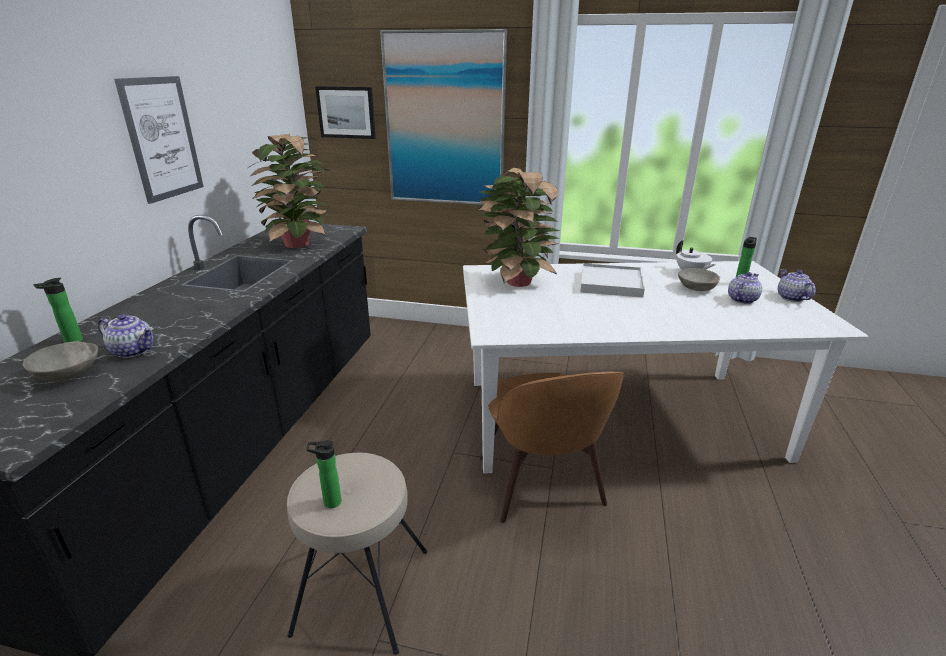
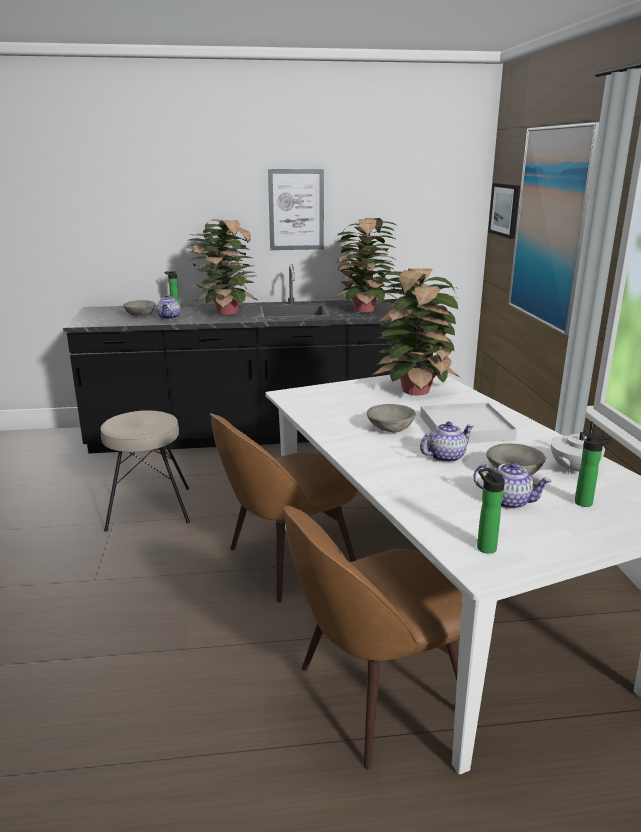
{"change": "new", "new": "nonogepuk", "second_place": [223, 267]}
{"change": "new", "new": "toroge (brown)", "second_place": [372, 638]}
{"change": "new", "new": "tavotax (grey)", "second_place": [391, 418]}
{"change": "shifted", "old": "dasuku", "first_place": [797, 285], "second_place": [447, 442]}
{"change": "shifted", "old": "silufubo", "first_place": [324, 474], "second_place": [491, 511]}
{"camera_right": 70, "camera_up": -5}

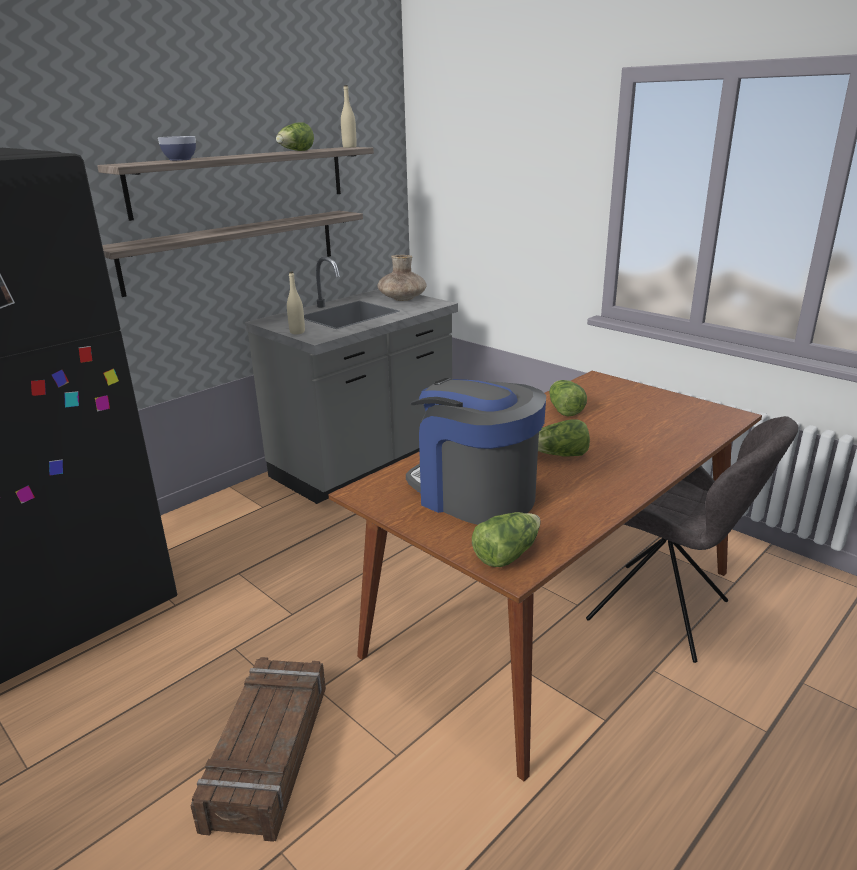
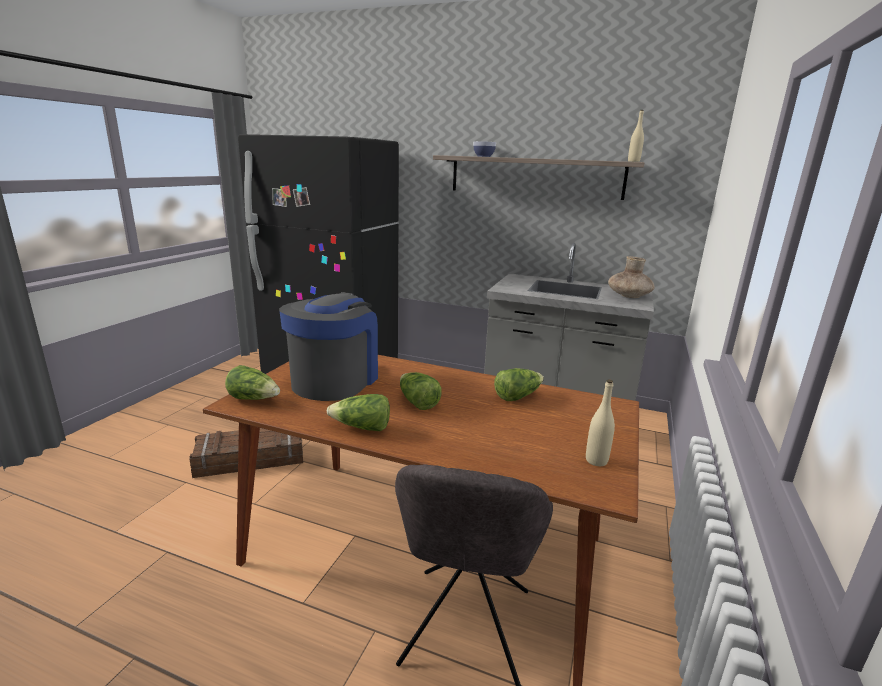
{"change": "shifted", "old": "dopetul", "first_place": [295, 136], "second_place": [358, 412]}
{"change": "shifted", "old": "silufubo (beige)", "first_place": [296, 303], "second_place": [600, 423]}
{"change": "gone", "old": "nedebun", "first_place": [232, 254]}
{"camera_right": 65, "camera_up": -5}

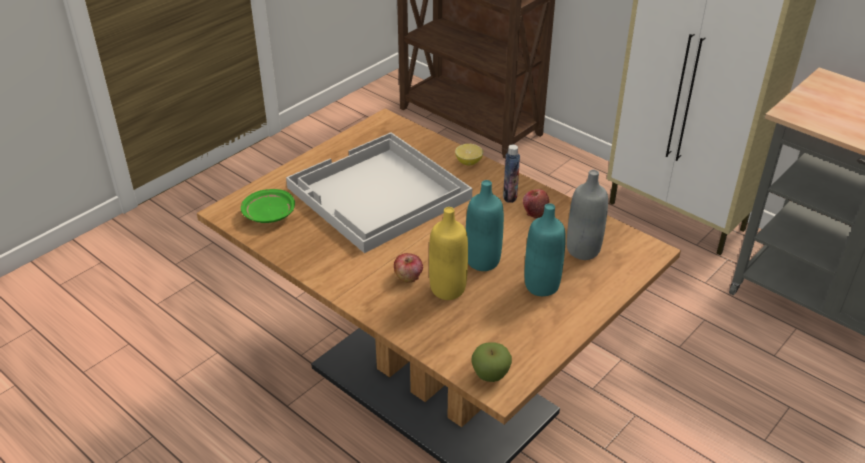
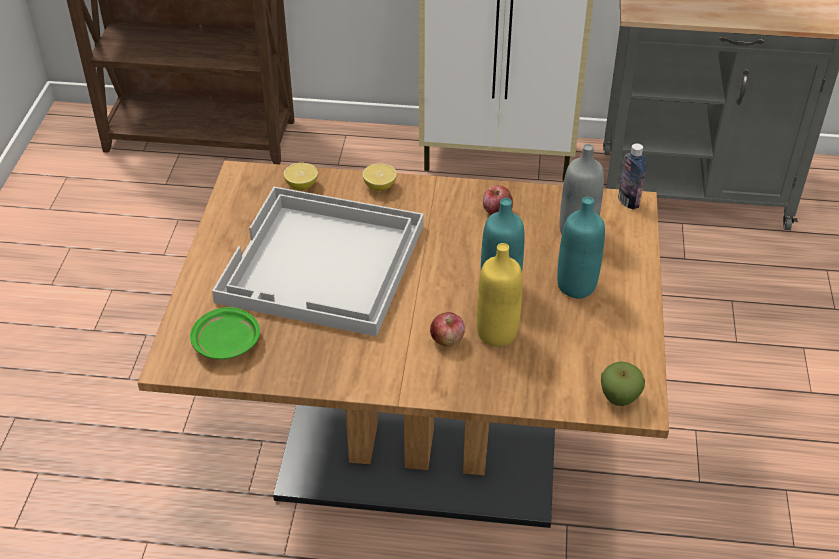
{"change": "new", "new": "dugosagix", "second_place": [301, 176]}
{"change": "shifted", "old": "silufubo", "first_place": [511, 174], "second_place": [632, 176]}
{"camera_right": -35, "camera_up": 5}

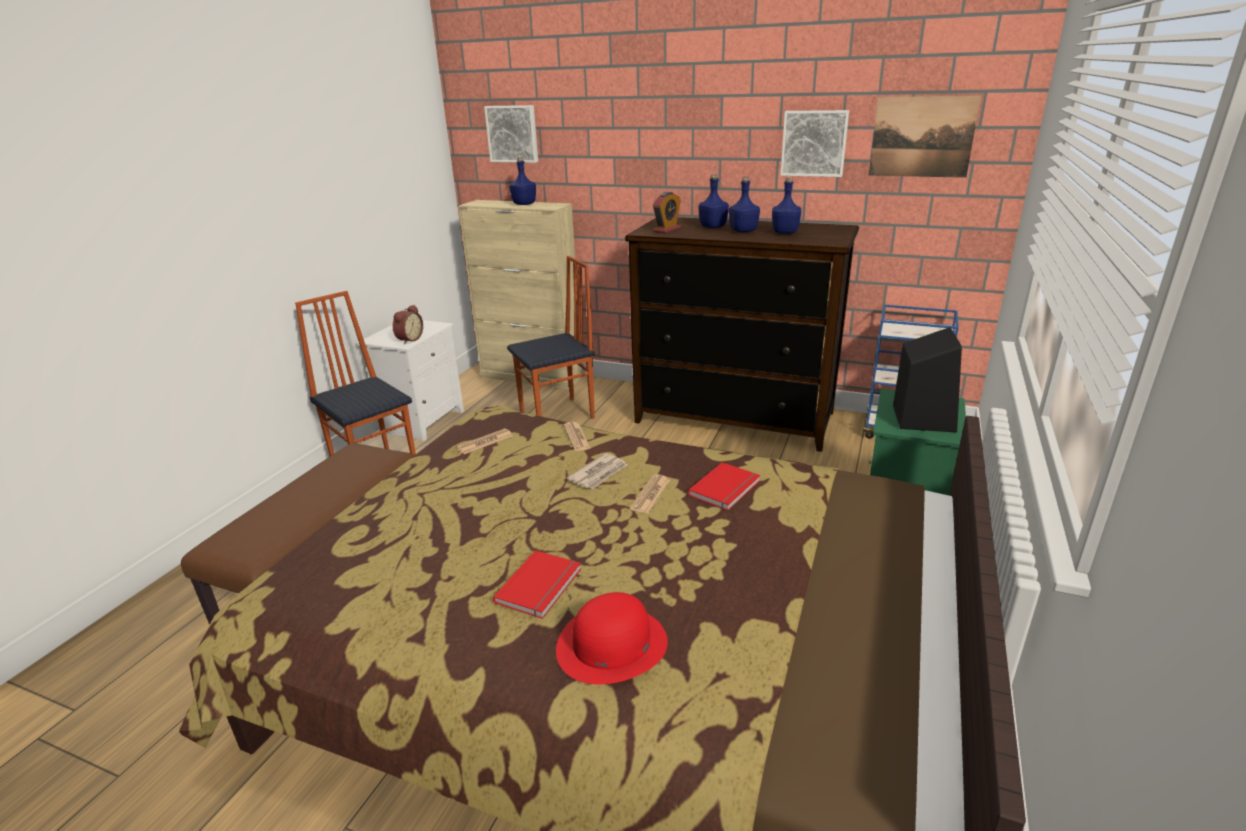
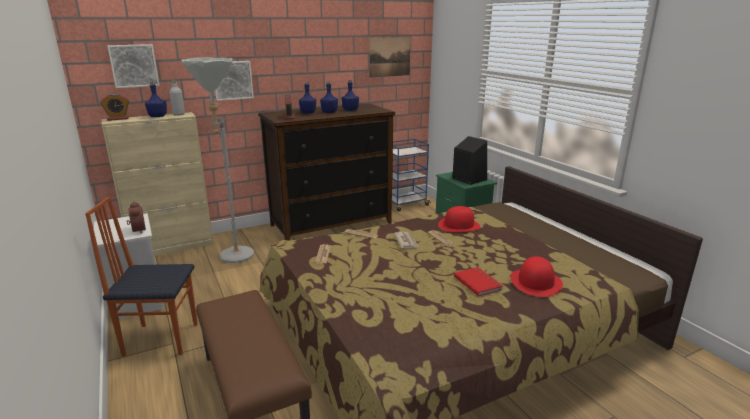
{"change": "new", "new": "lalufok", "second_place": [114, 107]}
{"change": "new", "new": "silufubo (grey)", "second_place": [177, 98]}
{"change": "swapped", "old": "toroge", "new": "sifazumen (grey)", "first_place": [551, 337], "second_place": [217, 160]}
{"change": "shifted", "old": "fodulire", "first_place": [814, 143], "second_place": [234, 81]}
{"change": "swapped", "old": "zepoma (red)", "new": "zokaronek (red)", "first_place": [724, 486], "second_place": [459, 219]}
{"camera_right": -50, "camera_up": -5}

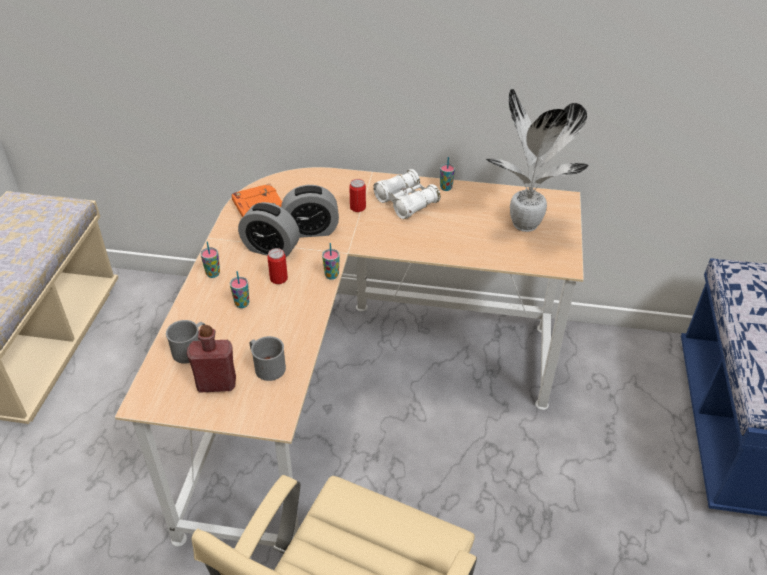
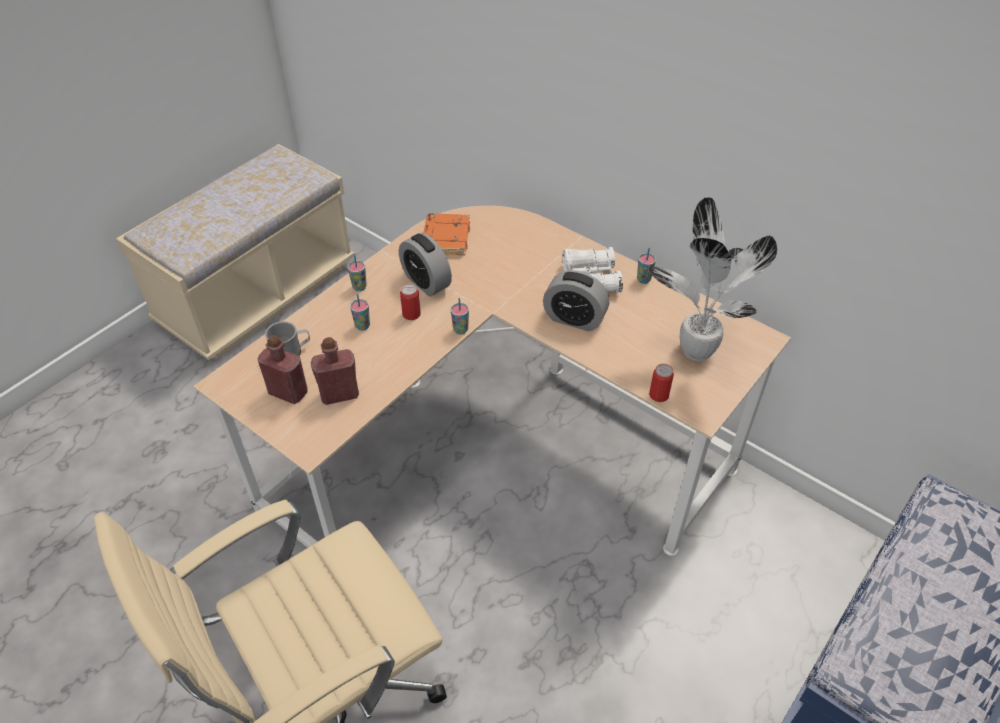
{"change": "swapped", "old": "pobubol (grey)", "new": "silufubo (red)", "first_place": [267, 358], "second_place": [335, 371]}
{"change": "shifted", "old": "lalufok", "first_place": [310, 211], "second_place": [576, 300]}
{"change": "shifted", "old": "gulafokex", "first_place": [357, 195], "second_place": [661, 383]}
{"camera_right": 30, "camera_up": 5}

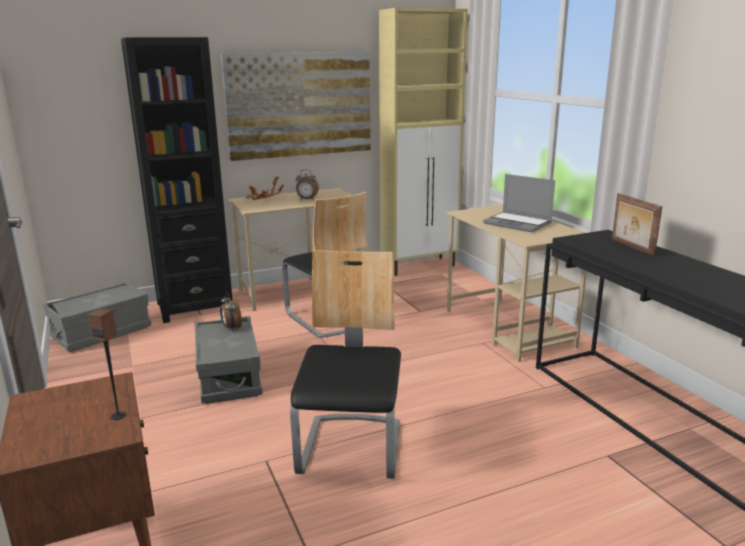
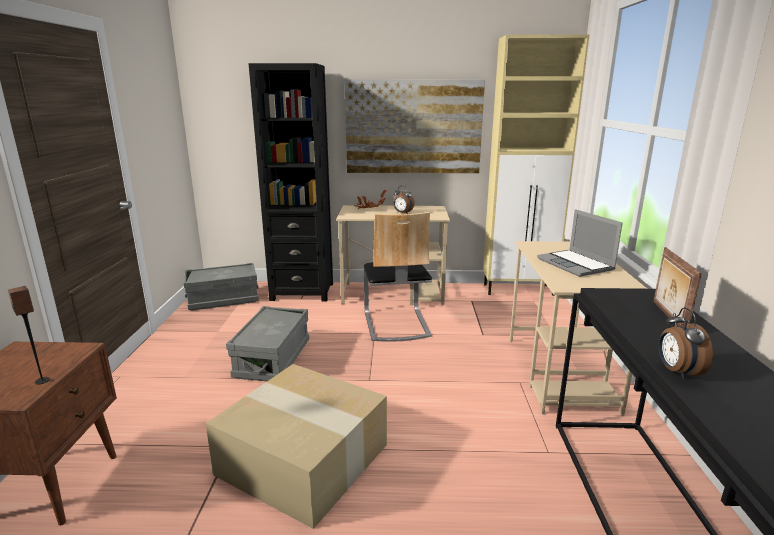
{"change": "swapped", "old": "toroge", "new": "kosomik", "first_place": [345, 364], "second_place": [296, 446]}
{"change": "shifted", "old": "lalufok", "first_place": [231, 311], "second_place": [686, 343]}
{"camera_right": 25, "camera_up": 0}

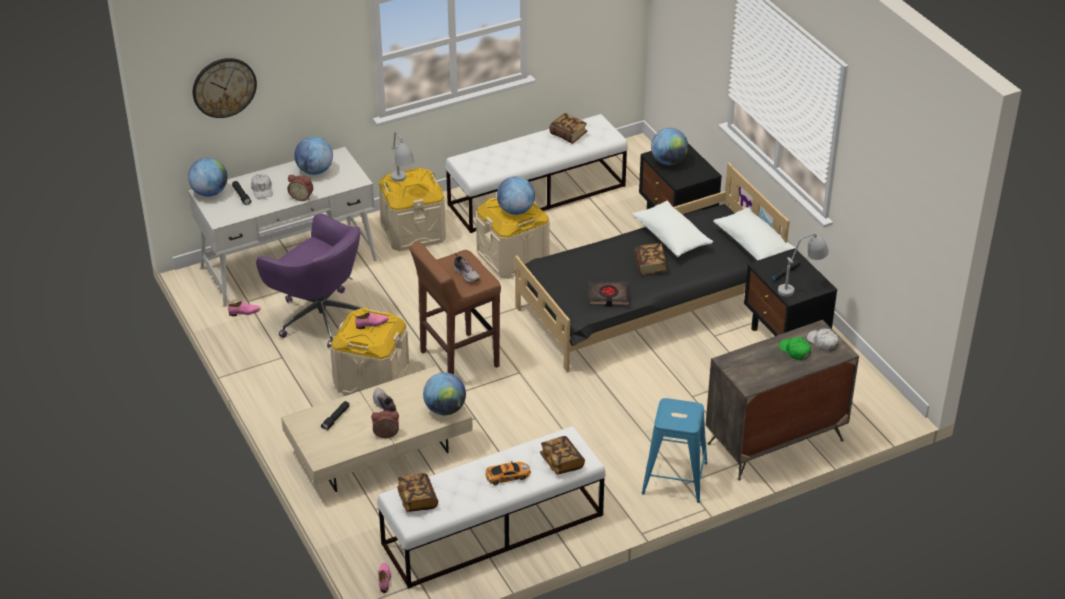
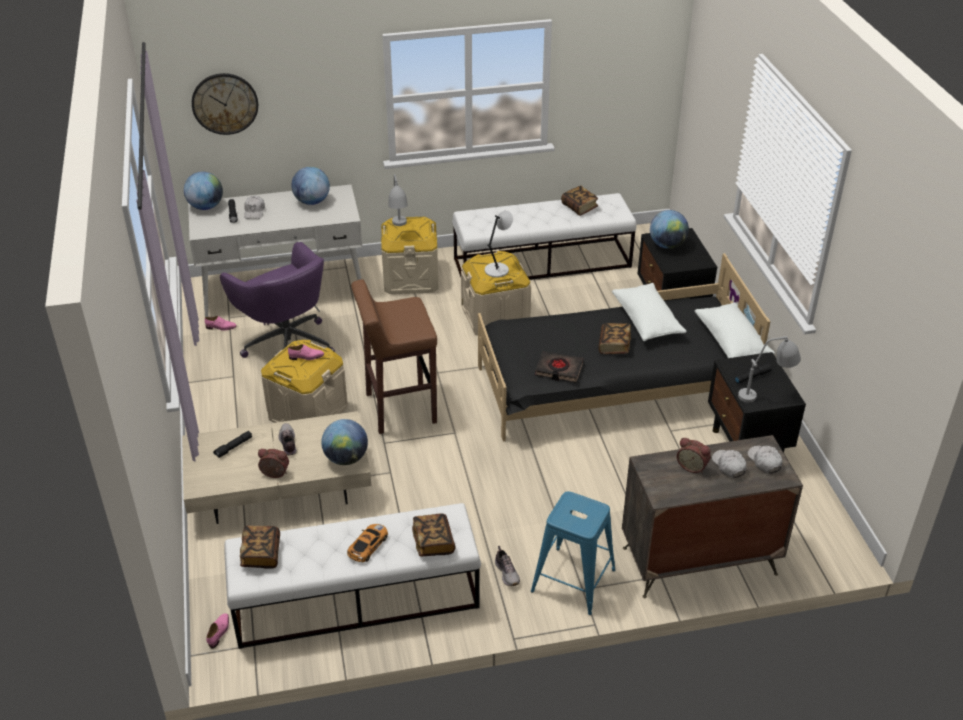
{"change": "rotated", "old": "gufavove", "first_place": [508, 473], "second_place": [367, 543], "degrees": -60}
{"change": "swapped", "old": "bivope", "new": "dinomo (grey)", "first_place": [516, 195], "second_place": [499, 244]}
{"change": "shifted", "old": "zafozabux", "first_place": [467, 268], "second_place": [507, 566]}
{"change": "shifted", "old": "lalufok", "first_place": [300, 188], "second_place": [694, 455]}
{"change": "repainted", "old": "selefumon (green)", "new": "selefumon (white)", "first_place": [795, 349], "second_place": [729, 464]}
{"camera_right": 15, "camera_up": 0}

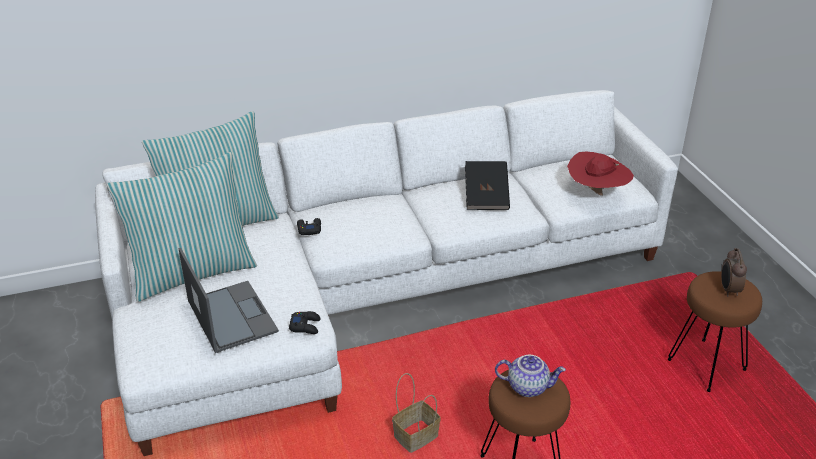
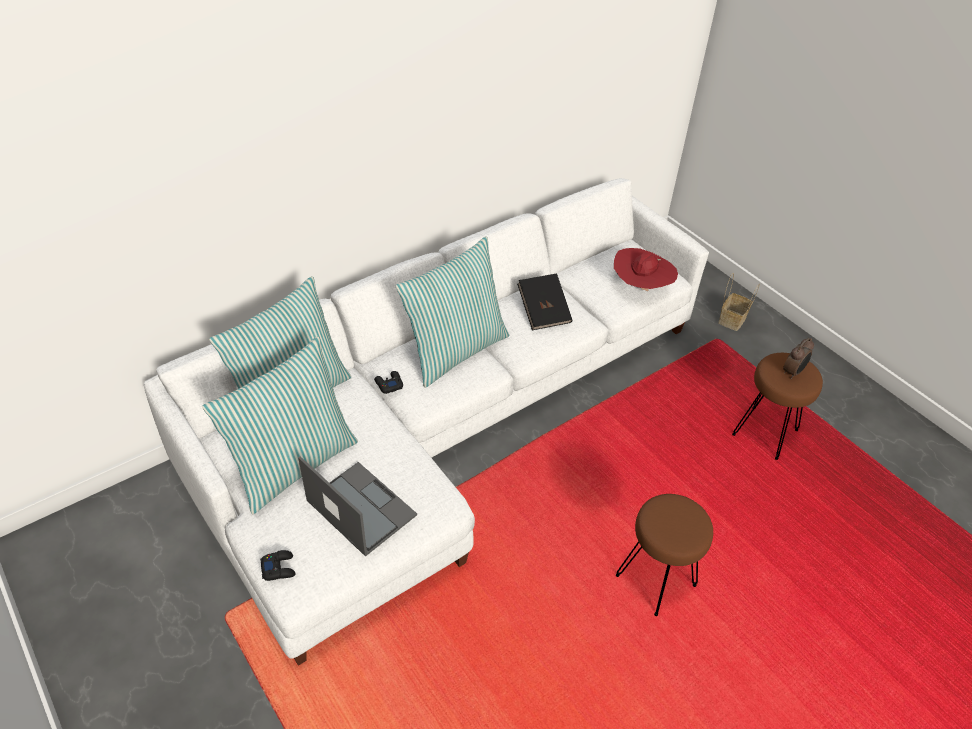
{"change": "shifted", "old": "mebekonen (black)", "first_place": [305, 322], "second_place": [277, 565]}
{"change": "new", "new": "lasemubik", "second_place": [452, 312]}
{"change": "shifted", "old": "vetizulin", "first_place": [416, 413], "second_place": [739, 302]}
{"change": "rotated", "old": "lalufok", "first_place": [734, 272], "second_place": [798, 358], "degrees": -120}
{"change": "gone", "old": "dasuku", "first_place": [530, 376]}
{"camera_right": -20, "camera_up": 10}

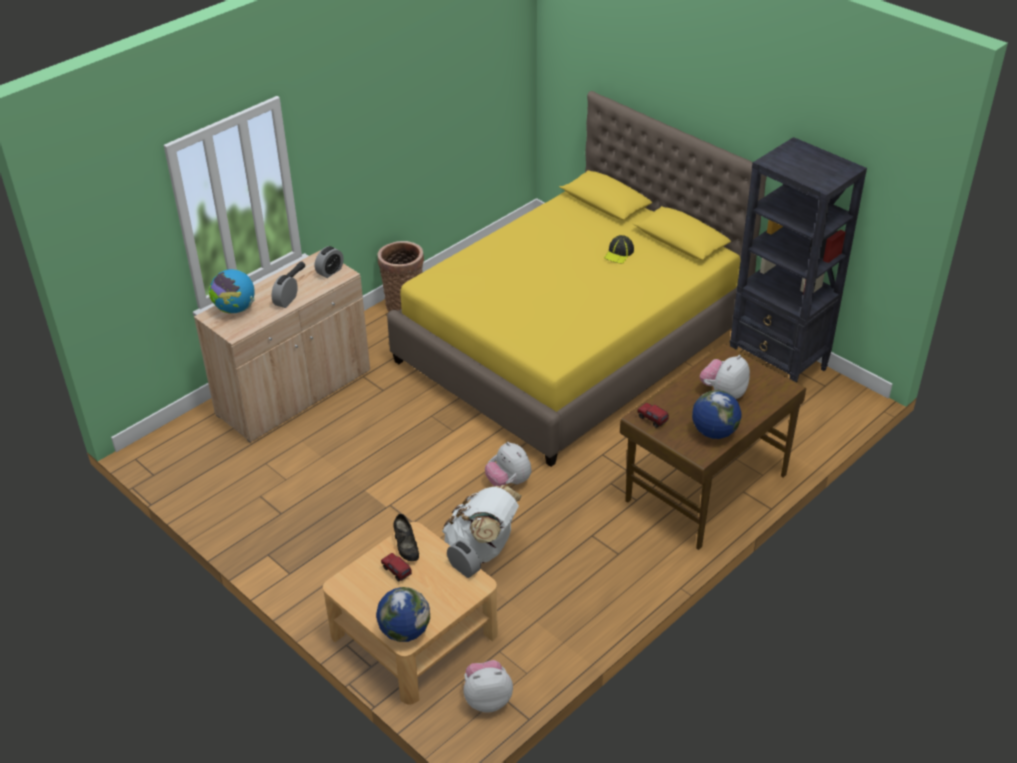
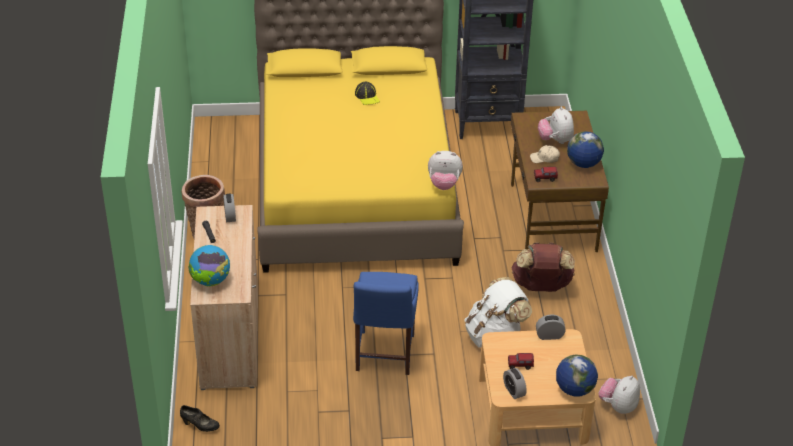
{"change": "shifted", "old": "zafozabux (black)", "first_place": [406, 537], "second_place": [200, 418]}
{"change": "new", "new": "toroge (blue)", "second_place": [386, 323]}
{"change": "shifted", "old": "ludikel", "first_place": [508, 464], "second_place": [445, 170]}
{"change": "shifted", "old": "lalufok", "first_place": [284, 291], "second_place": [515, 383]}
{"change": "new", "new": "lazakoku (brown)", "second_place": [543, 267]}
{"change": "new", "new": "selefumon (beige)", "second_place": [545, 154]}
{"camera_right": -50, "camera_up": 0}

